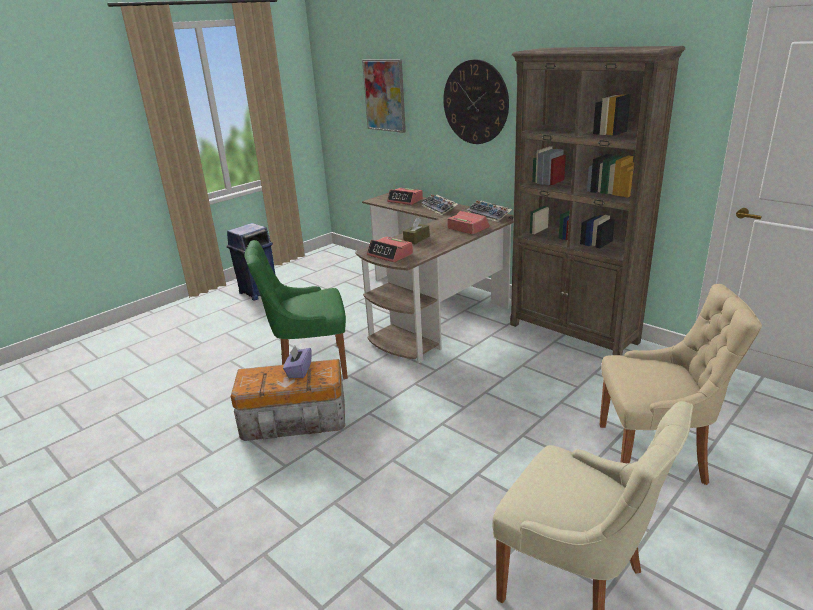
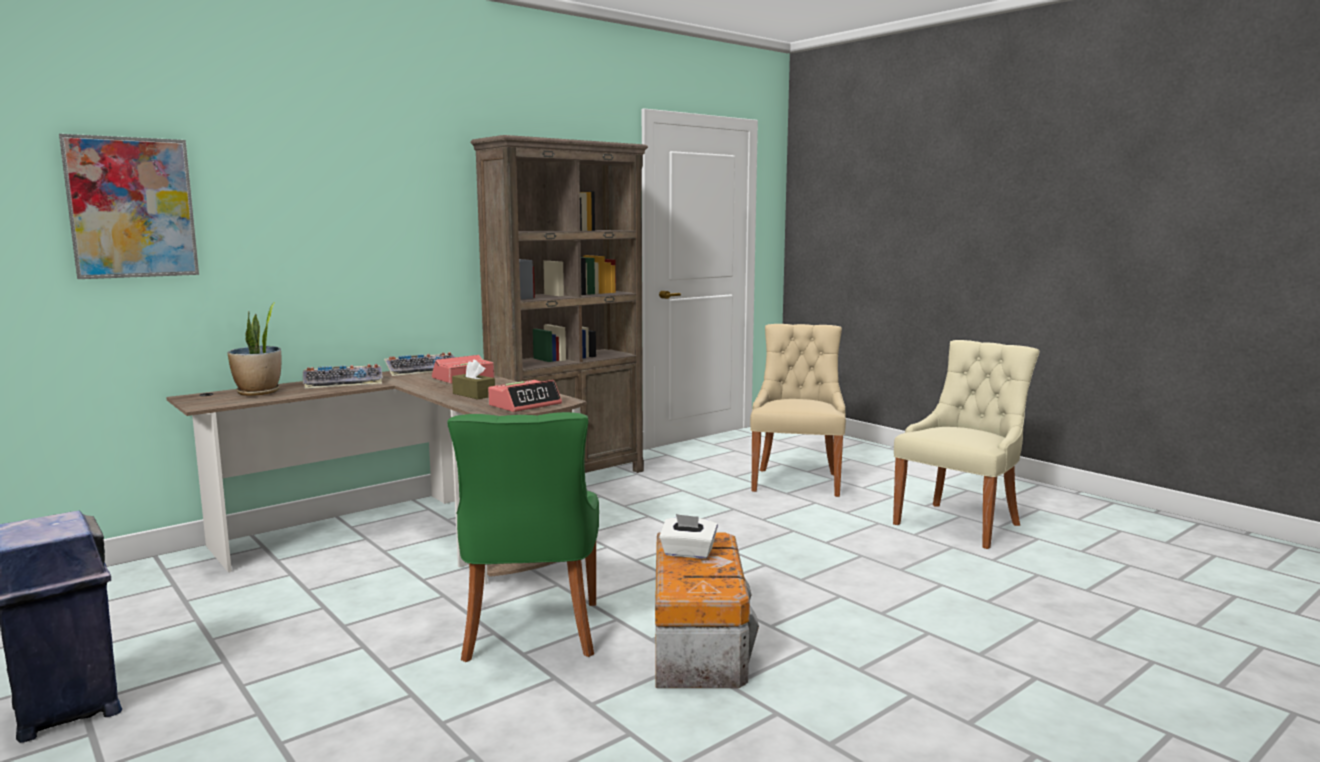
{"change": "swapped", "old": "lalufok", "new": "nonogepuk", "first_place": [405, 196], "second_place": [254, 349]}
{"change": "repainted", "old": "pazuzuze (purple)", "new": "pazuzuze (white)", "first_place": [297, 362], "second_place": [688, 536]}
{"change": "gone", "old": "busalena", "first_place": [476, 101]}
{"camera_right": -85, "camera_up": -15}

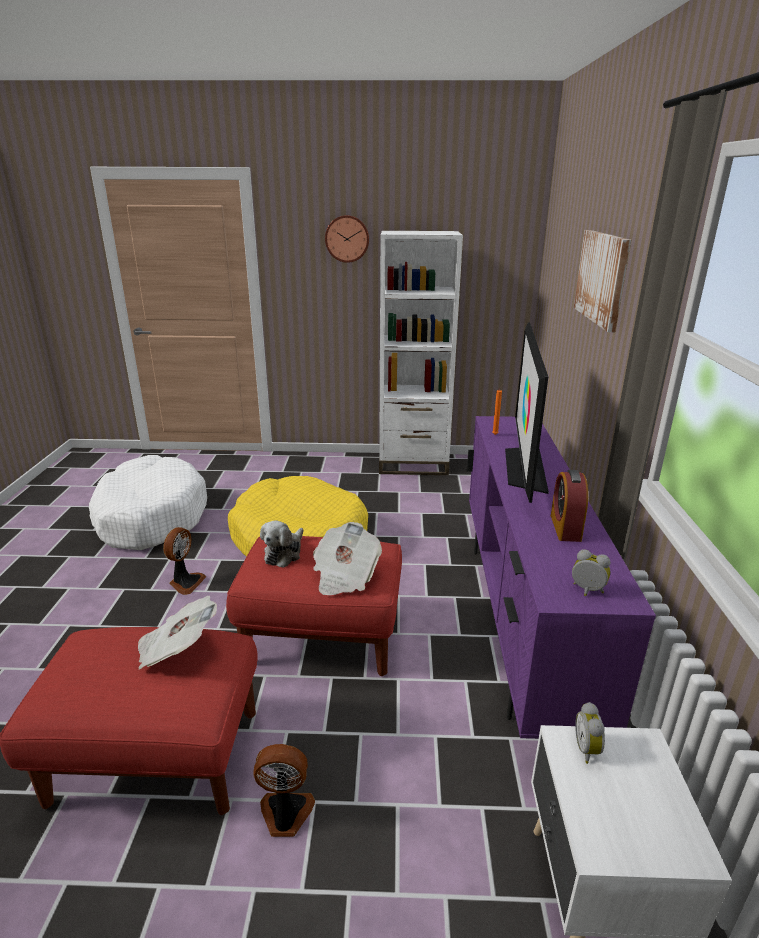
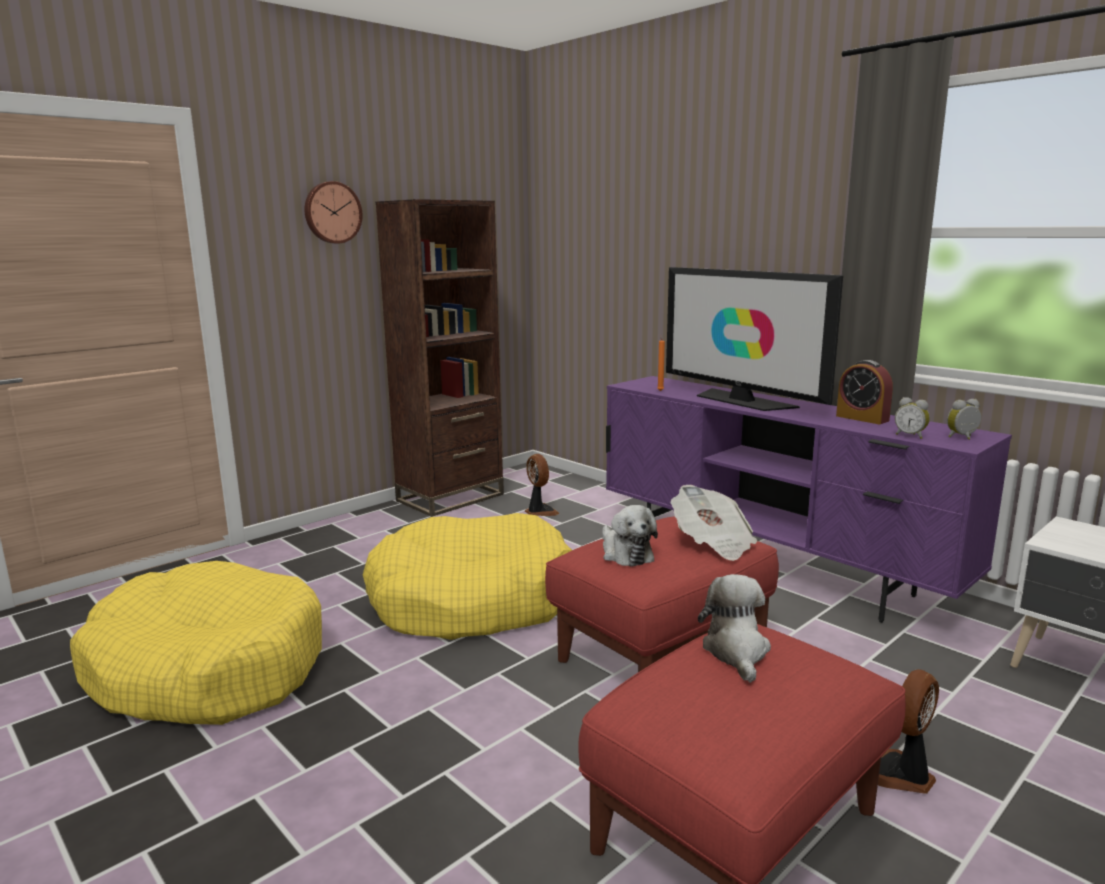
{"change": "repainted", "old": "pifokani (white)", "new": "pifokani (yellow)", "first_place": [148, 502], "second_place": [196, 643]}
{"change": "repainted", "old": "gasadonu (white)", "new": "gasadonu (brown)", "first_place": [421, 353], "second_place": [440, 358]}
{"change": "shifted", "old": "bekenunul", "first_place": [185, 561], "second_place": [542, 485]}
{"change": "swapped", "old": "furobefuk", "new": "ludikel", "first_place": [177, 632], "second_place": [734, 628]}
{"change": "shifted", "old": "lalufok", "first_place": [590, 733], "second_place": [912, 418]}
{"change": "gone", "old": "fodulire", "first_place": [602, 281]}
{"camera_right": -45, "camera_up": -10}

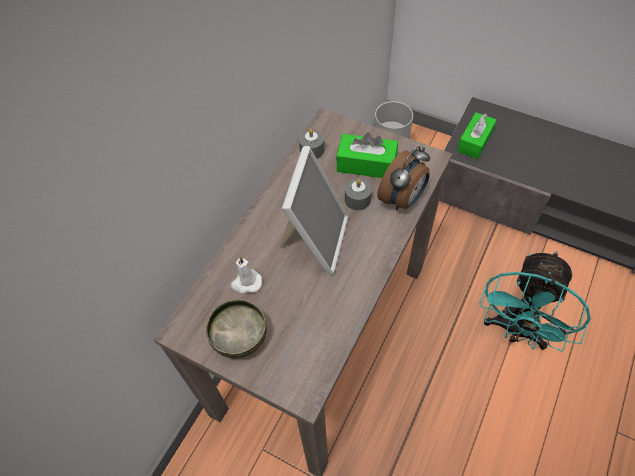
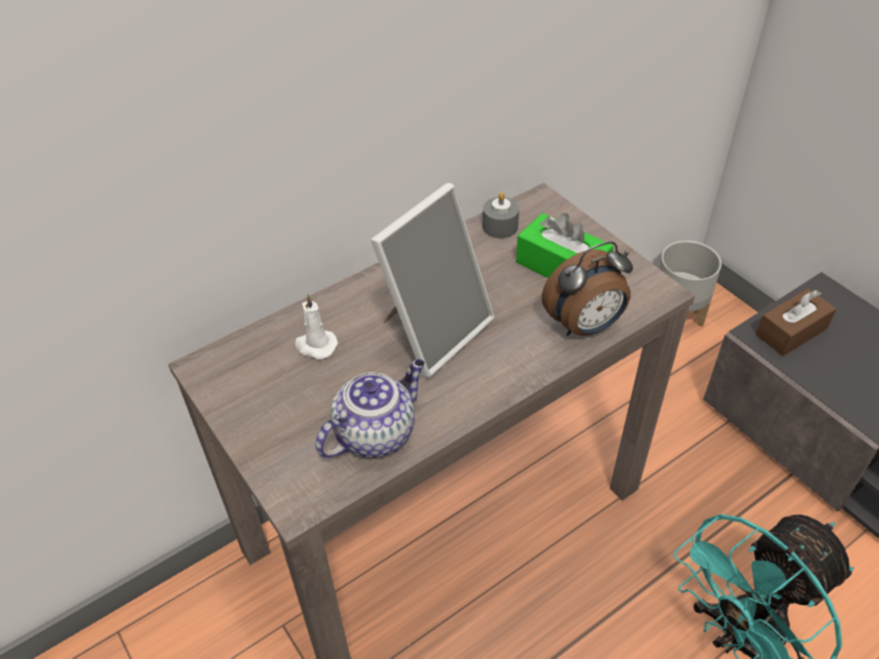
{"change": "new", "new": "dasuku", "second_place": [370, 408]}
{"change": "repainted", "old": "pazuzuze (green)", "new": "pazuzuze (brown)", "first_place": [476, 135], "second_place": [796, 322]}
{"change": "gone", "old": "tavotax", "first_place": [236, 328]}
{"change": "gone", "old": "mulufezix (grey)", "first_place": [358, 194]}
{"camera_right": 25, "camera_up": -10}

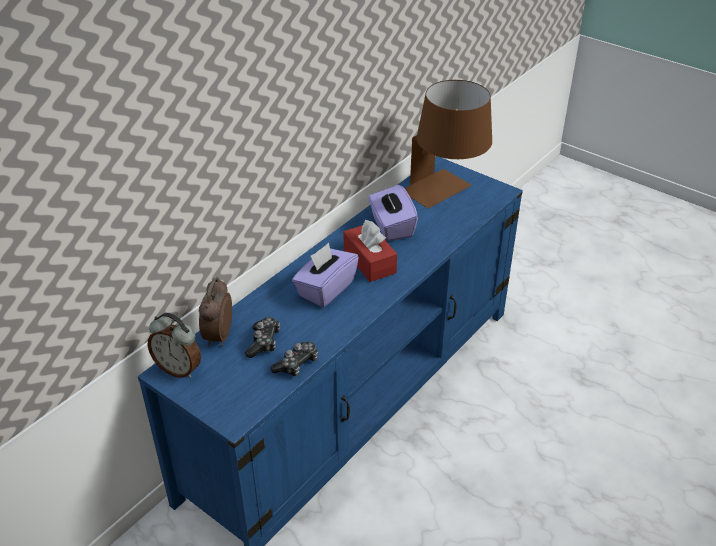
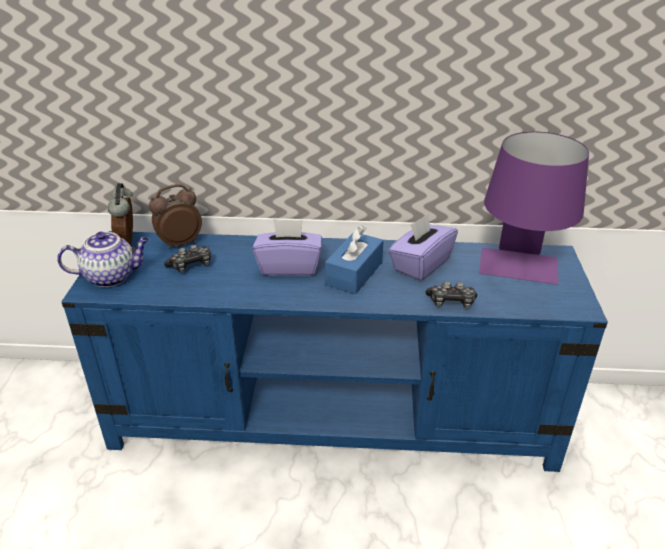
{"change": "new", "new": "dasuku", "second_place": [103, 259]}
{"change": "repainted", "old": "pazuzuze (red)", "new": "pazuzuze (blue)", "first_place": [370, 251], "second_place": [354, 259]}
{"change": "shifted", "old": "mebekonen", "first_place": [294, 359], "second_place": [451, 294]}
{"change": "repainted", "old": "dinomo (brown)", "new": "dinomo (purple)", "first_place": [448, 144], "second_place": [534, 208]}
{"camera_right": 55, "camera_up": -5}

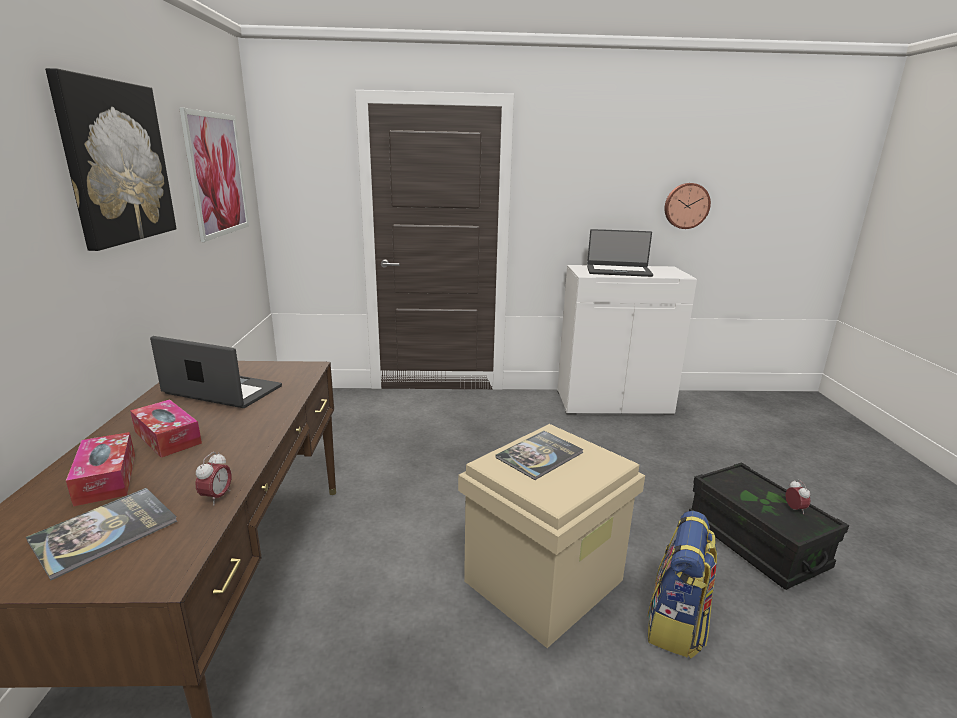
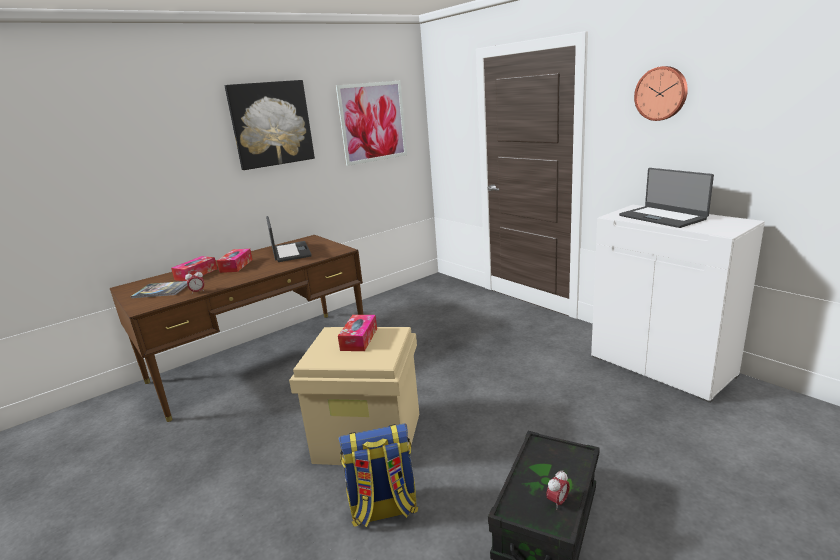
{"change": "swapped", "old": "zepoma", "new": "pazuzuze", "first_place": [540, 455], "second_place": [357, 333]}
{"change": "shifted", "old": "busalena", "first_place": [687, 206], "second_place": [661, 93]}
{"camera_right": 55, "camera_up": 0}

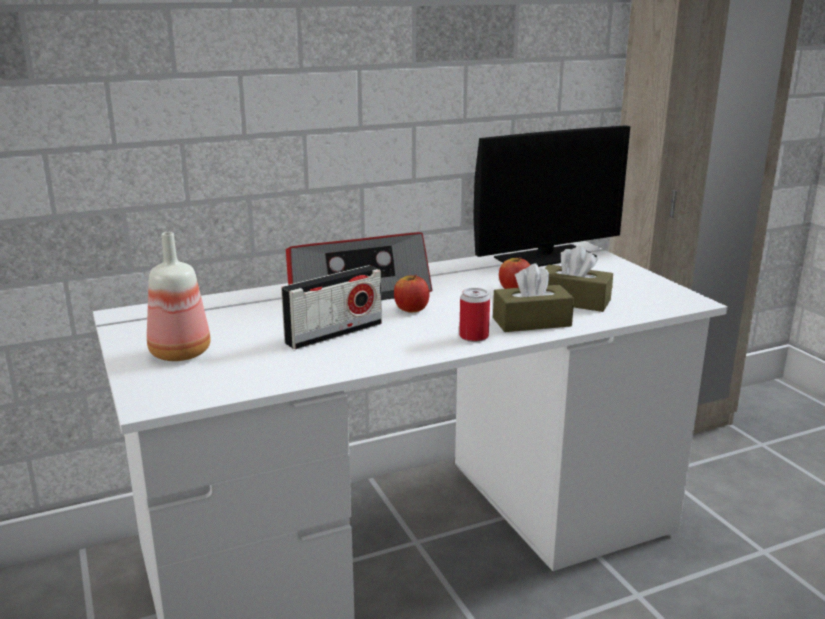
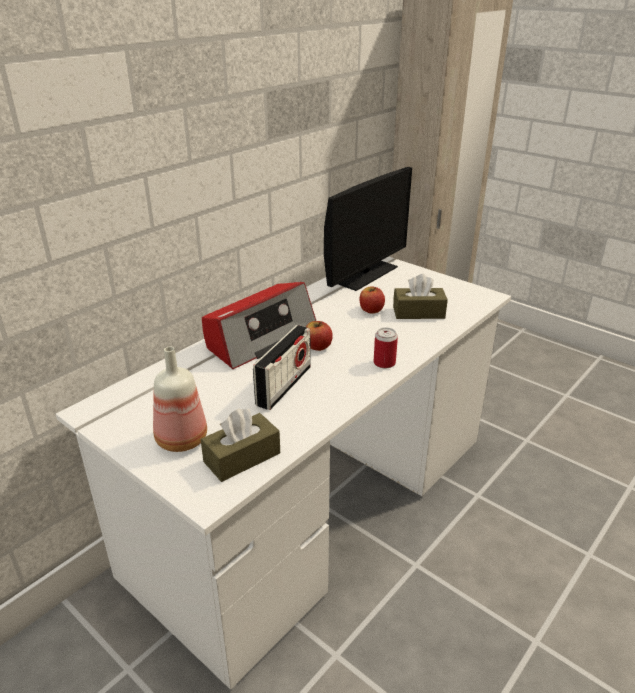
{"change": "shifted", "old": "pazuzuze (brown)", "first_place": [533, 298], "second_place": [240, 445]}
{"camera_right": -25, "camera_up": 10}

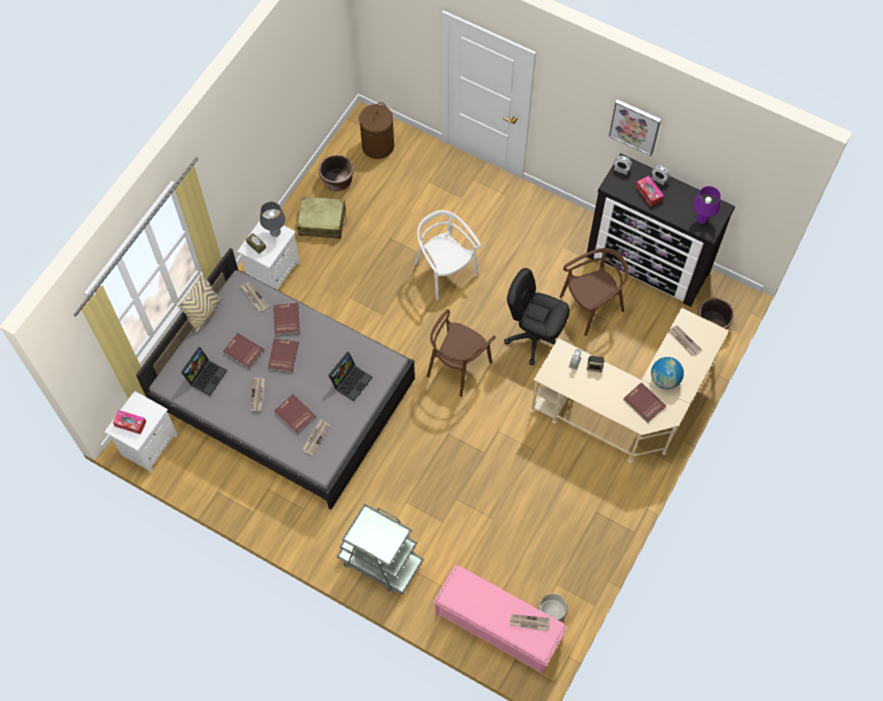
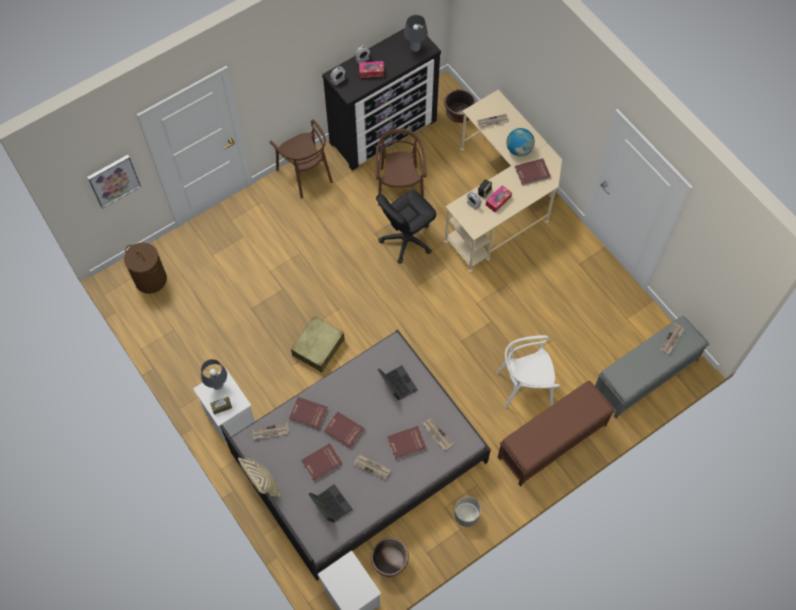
{"change": "shifted", "old": "fodulire", "first_place": [635, 128], "second_place": [114, 182]}
{"change": "shifted", "old": "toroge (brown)", "first_place": [461, 353], "second_place": [301, 159]}
{"change": "shifted", "old": "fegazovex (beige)", "first_place": [321, 217], "second_place": [318, 344]}
{"change": "shifted", "old": "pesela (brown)", "first_place": [336, 173], "second_place": [390, 557]}
{"change": "repainted", "old": "dinomo (purple)", "new": "dinomo (grey)", "first_place": [707, 205], "second_place": [416, 33]}
{"change": "shifted", "old": "pesela (grey)", "first_place": [553, 607], "second_place": [467, 512]}
{"change": "shifted", "old": "pazuzuze", "first_place": [129, 422], "second_place": [499, 199]}
{"change": "shifted", "old": "toroge (white)", "first_place": [448, 255], "second_place": [528, 371]}
{"change": "swapped", "old": "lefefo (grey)", "new": "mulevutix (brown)", "first_place": [380, 549], "second_place": [556, 434]}
{"change": "repainted", "old": "mulevutix (pink)", "new": "mulevutix (grey)", "first_place": [500, 620], "second_place": [652, 367]}
{"camera_right": -65, "camera_up": 0}

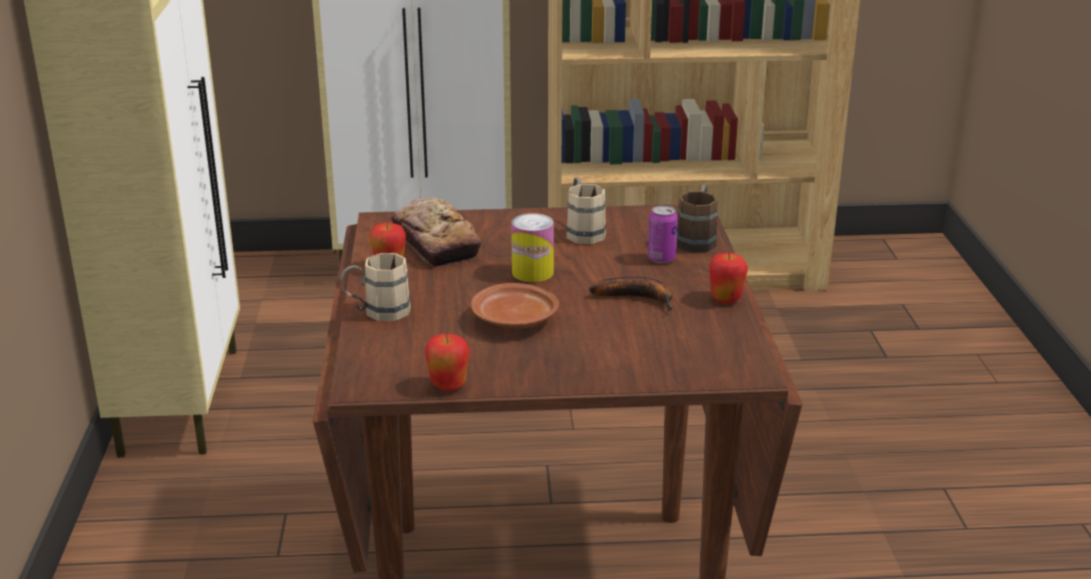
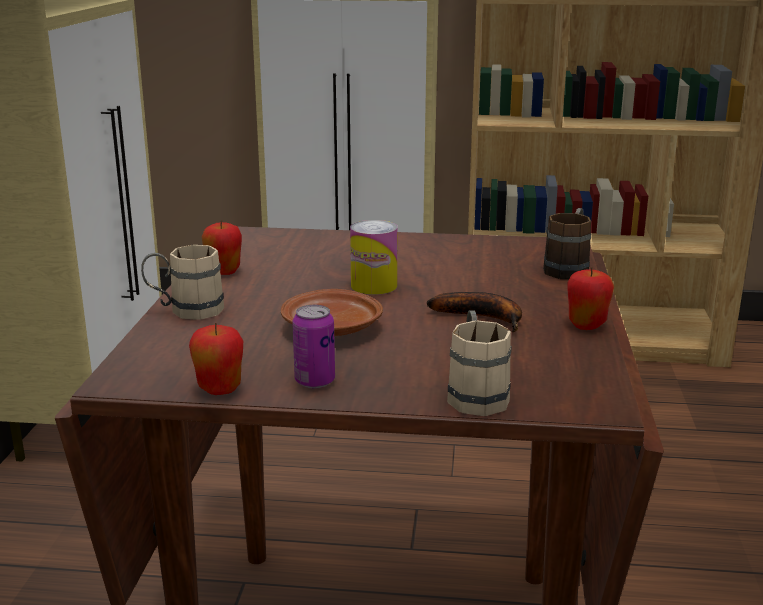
{"change": "shifted", "old": "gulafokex", "first_place": [663, 234], "second_place": [313, 346]}
{"change": "shifted", "old": "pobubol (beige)", "first_place": [586, 211], "second_place": [479, 363]}
{"change": "gone", "old": "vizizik", "first_place": [436, 232]}
{"camera_right": 10, "camera_up": -5}

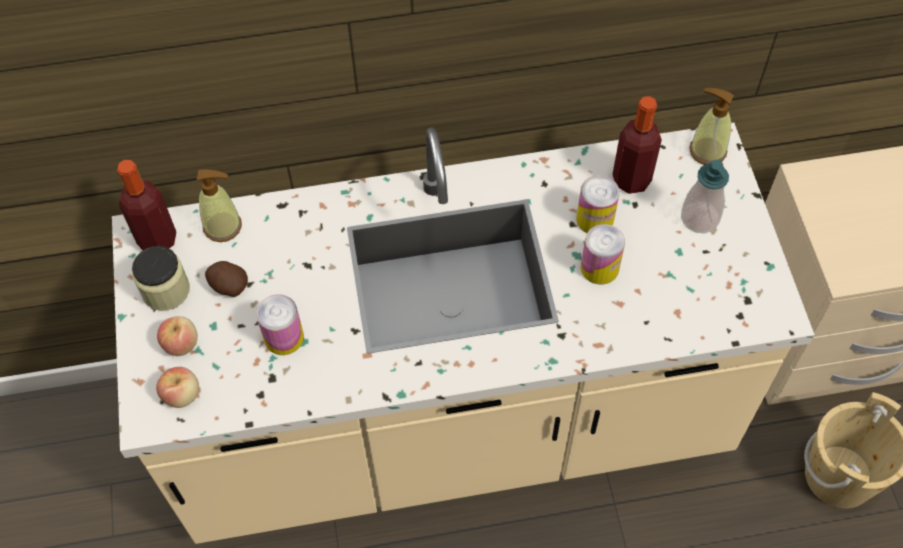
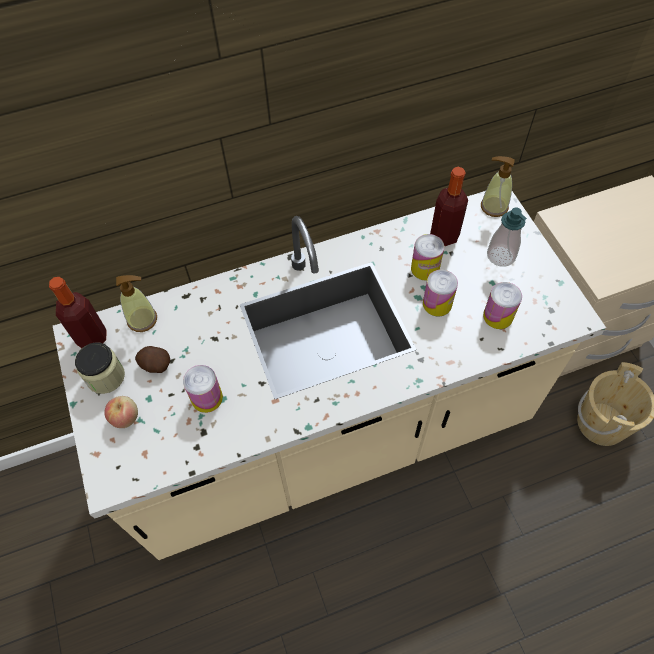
{"change": "new", "new": "gulafokex", "second_place": [502, 305]}
{"change": "gone", "old": "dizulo", "first_place": [177, 387]}
{"camera_right": -10, "camera_up": 0}

